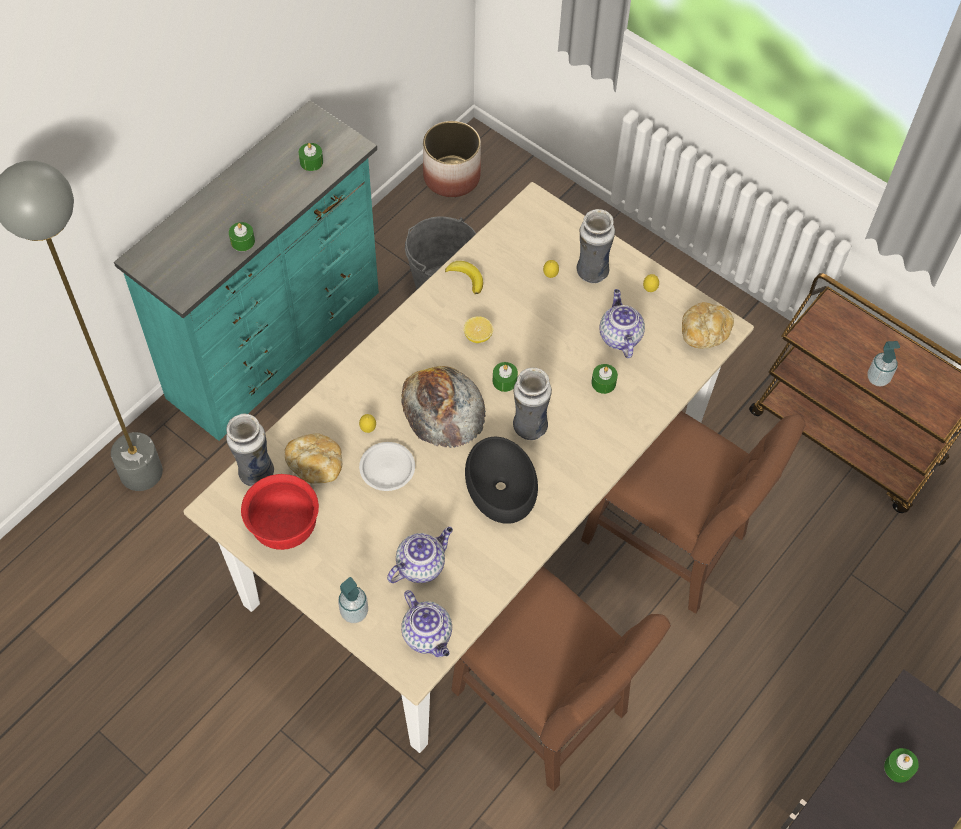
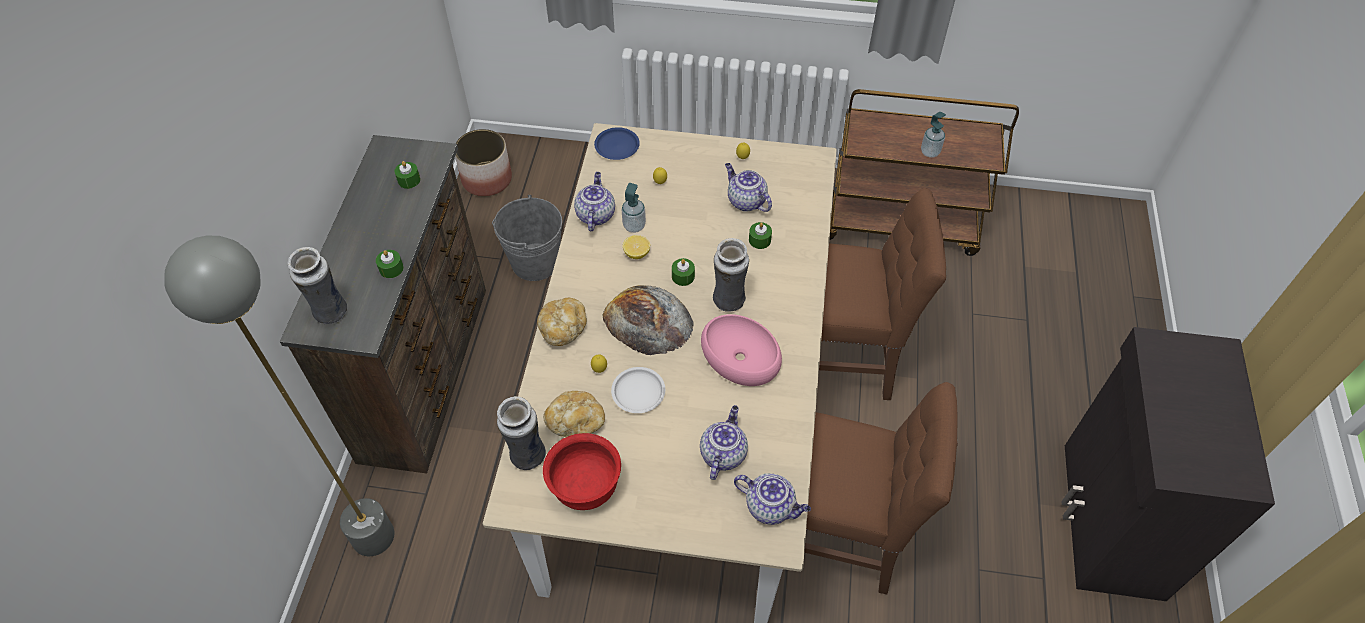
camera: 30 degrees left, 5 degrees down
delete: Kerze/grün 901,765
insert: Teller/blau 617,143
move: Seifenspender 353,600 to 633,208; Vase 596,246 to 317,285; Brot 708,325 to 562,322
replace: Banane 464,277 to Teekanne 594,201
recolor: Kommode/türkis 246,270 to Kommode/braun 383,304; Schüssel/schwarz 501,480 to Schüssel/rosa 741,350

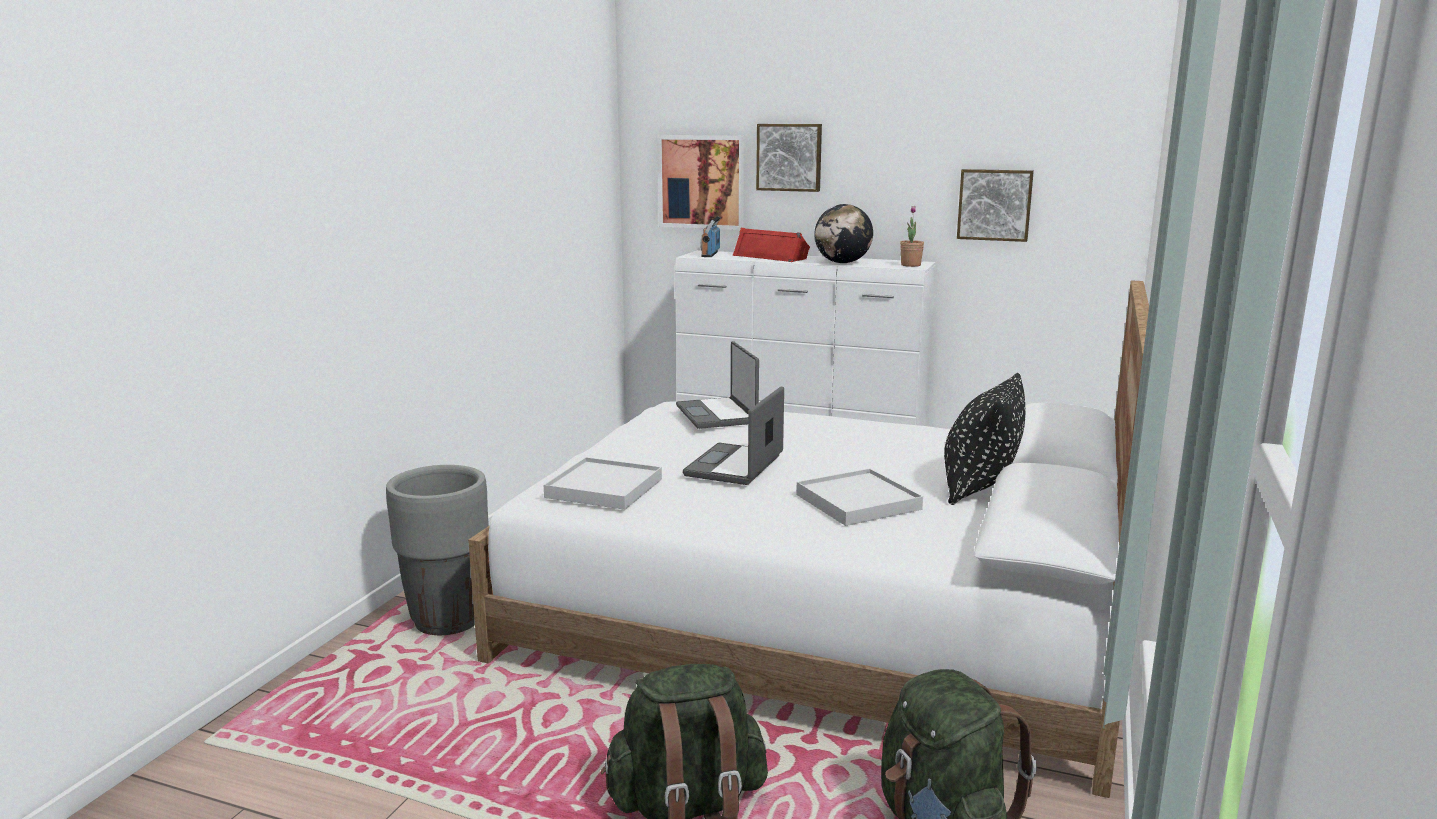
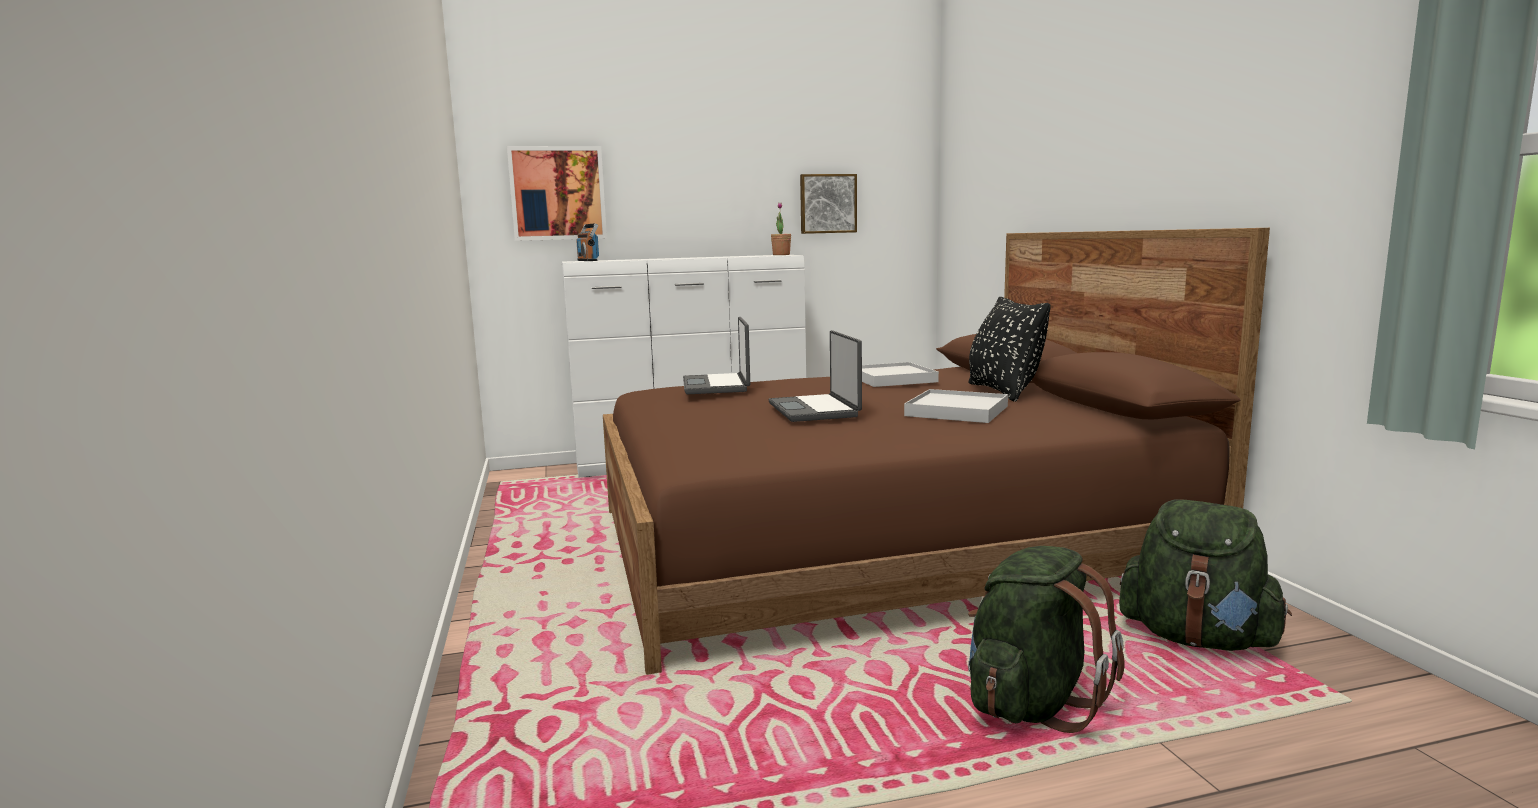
camera: 35 degrees left, 5 degrees down
delete: Pflanzkübel/grau 437,550; Lautsprecher/rot 771,245; Bild 789,158; Globus 843,233
move: Tablett/weiß 603,483 to 900,374
recolor: Bett/weiß 808,539 to Bett/braun 936,451
rotate: Laptop 717,385 = 716,355 45 degrees clockwise

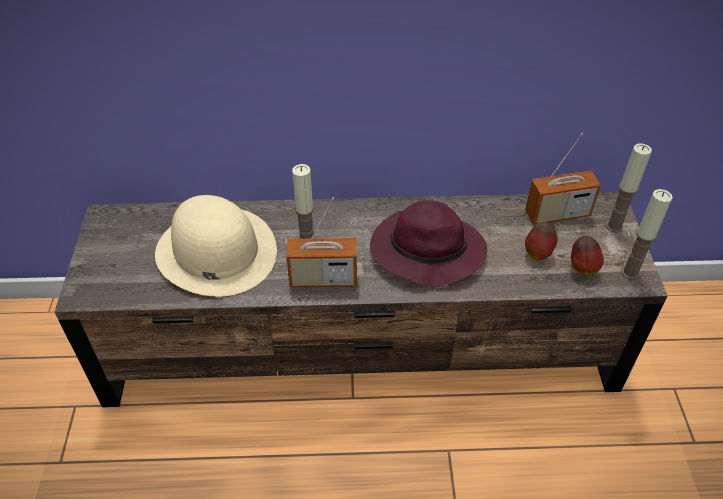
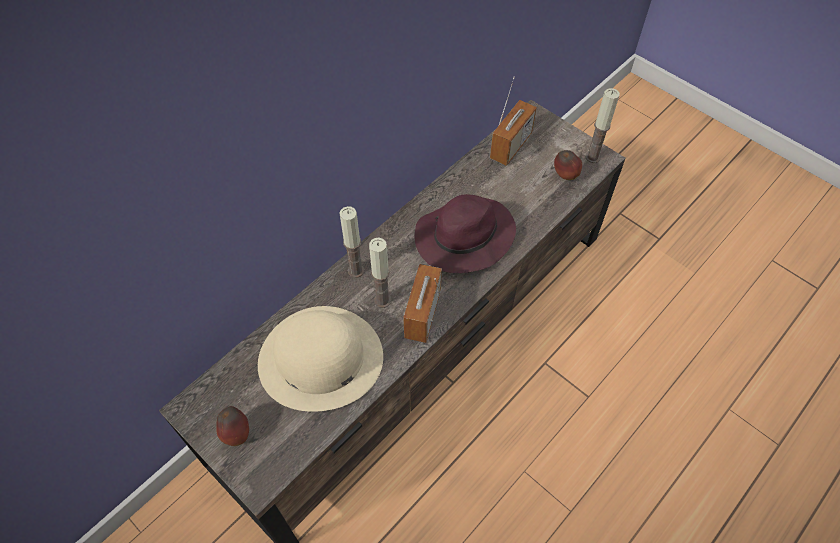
camera: 45 degrees left, 10 degrees up
move: Apfel 541,241 to 232,426; Kerze 629,188 to 352,242
rotate: Radio 321,242 = 422,303 150 degrees clockwise

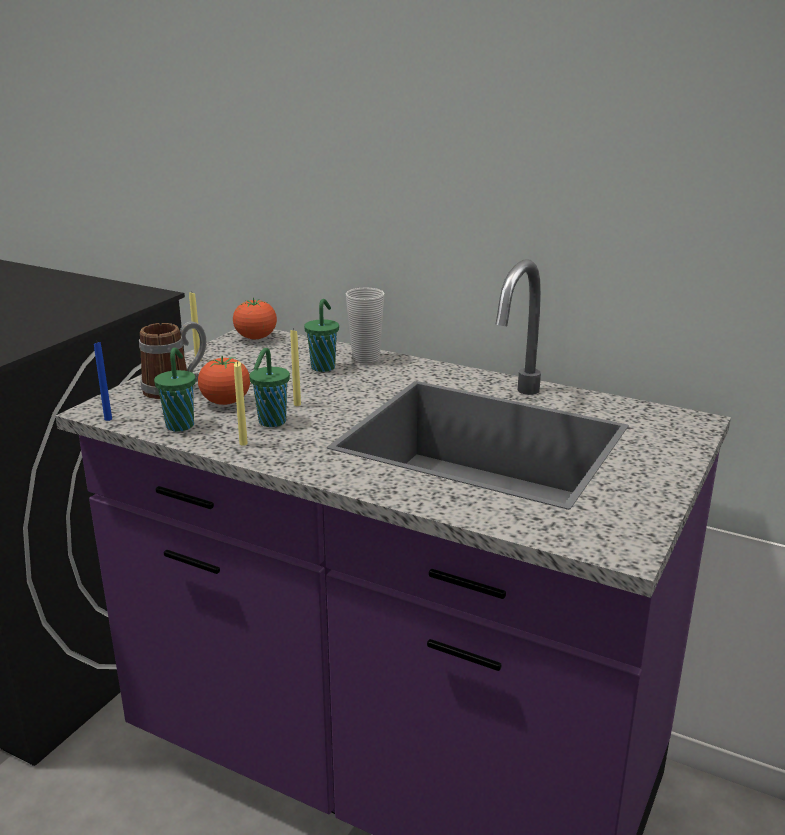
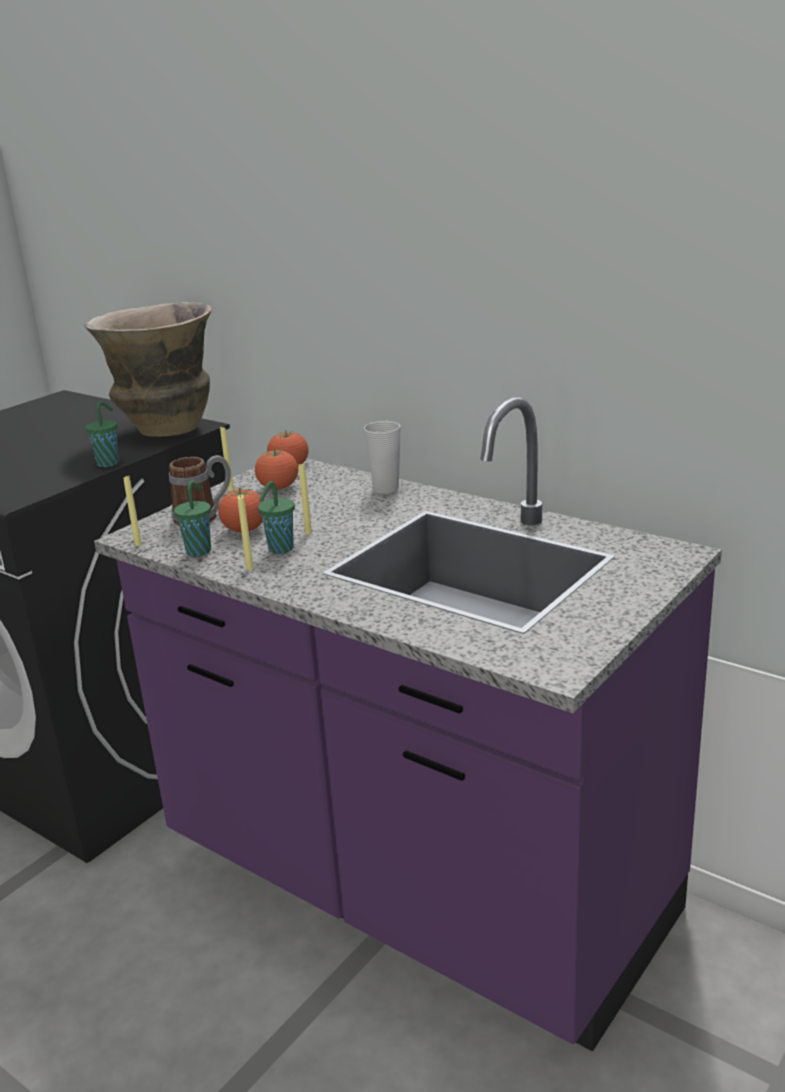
camera: 10 degrees right, 0 degrees up
insert: Vase 148,369; Tomate 276,469
move: Tasse/grün 321,335 to 102,434
recolor: Kerze/blau 103,381 to Kerze/gelb 132,511

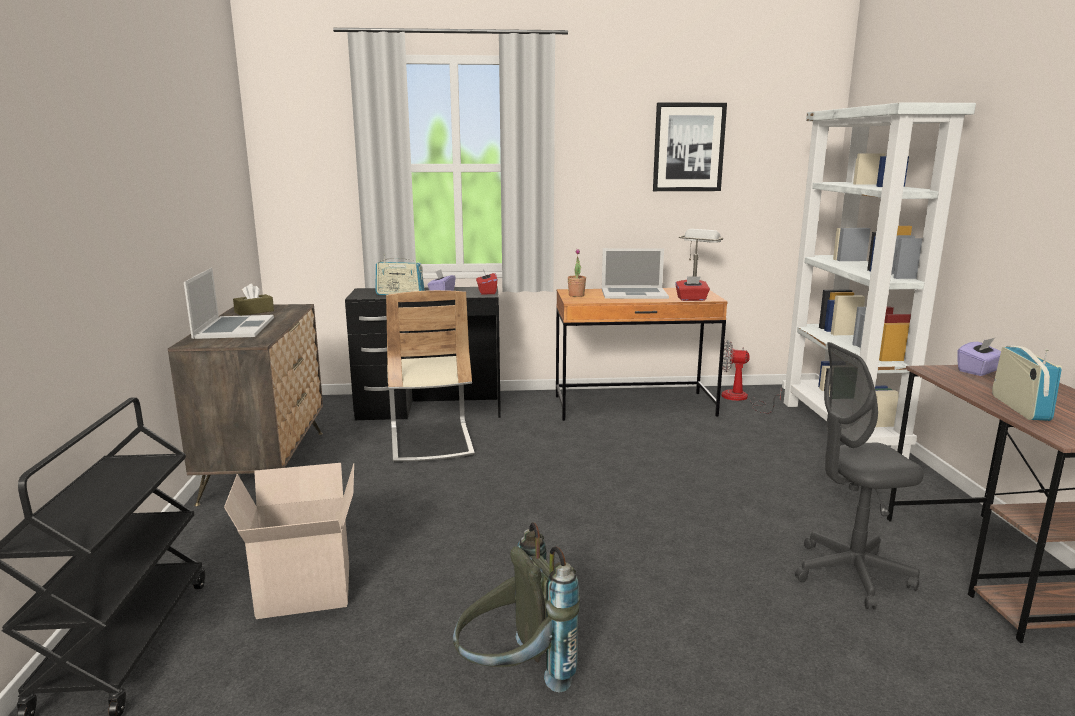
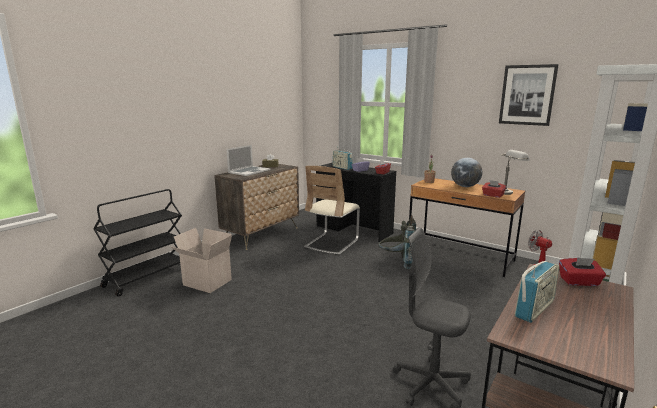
camera: 40 degrees right, 0 degrees up
move: Rucksack/grau 516,607 to 397,242
replace: Laptop 635,273 to Globus 466,172
recolor: Taschentuchbox/lila 979,357 to Taschentuchbox/rot 582,272

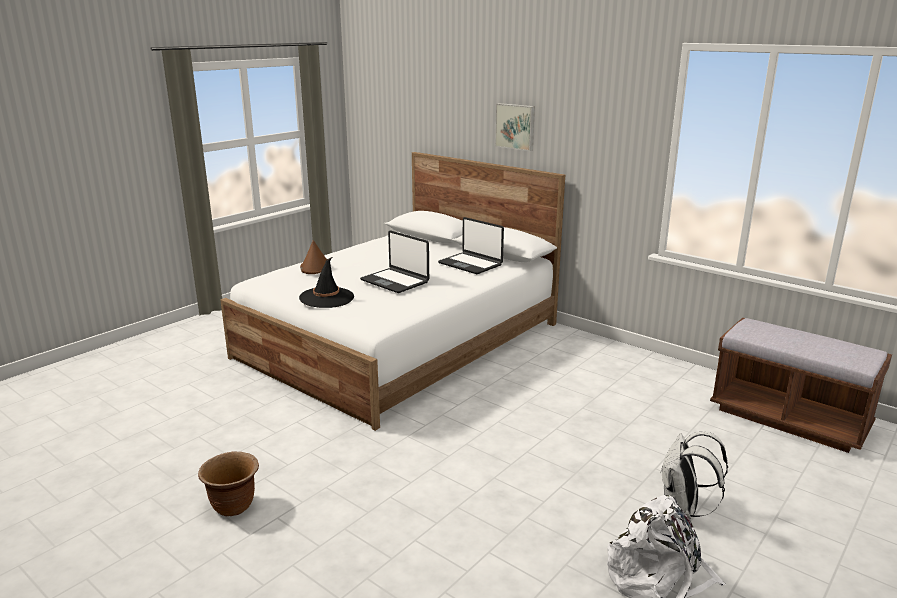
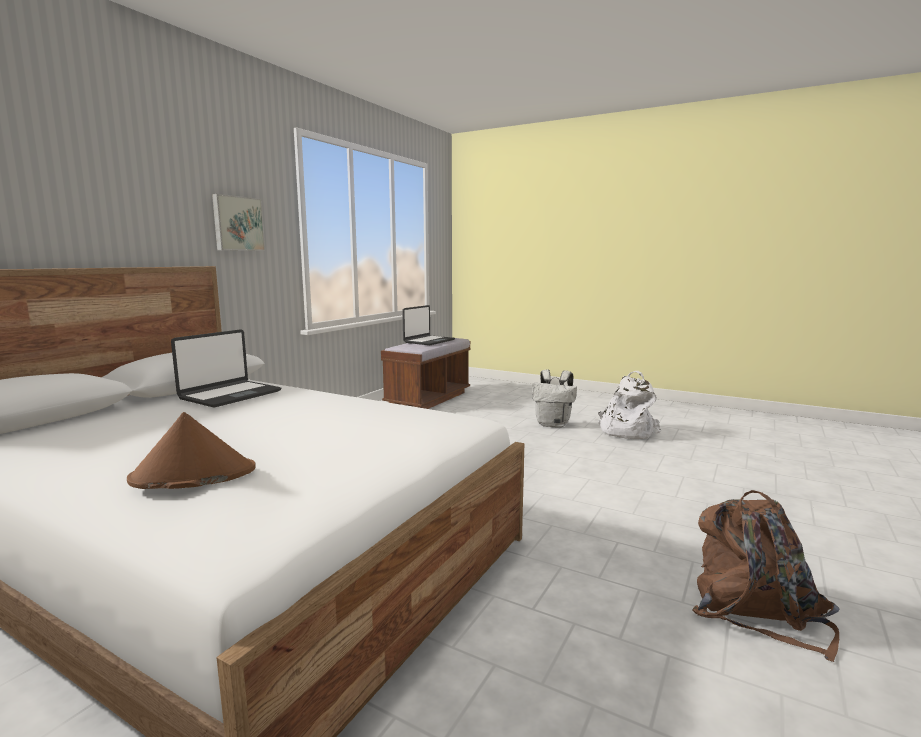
camera: 100 degrees left, 10 degrees down
delete: Hut/schwarz 326,282
move: Laptop 394,261 to 428,325; Bild 515,127 to 238,222
replace: Pflanzkübel/braun 228,484 to Rucksack/braun 766,576

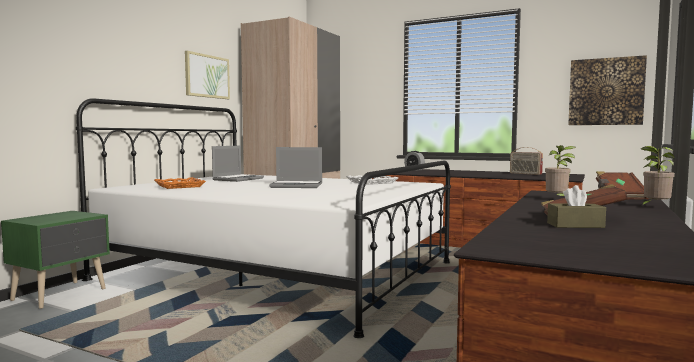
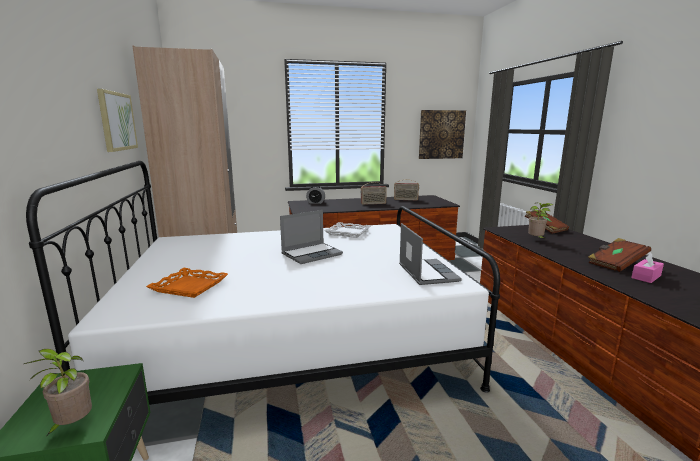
camera: 40 degrees left, 10 degrees up
insert: Radio 374,193
move: Laptop 238,164 to 430,254; Topfpflanze 657,176 to 58,392
recolor: Taschentuchbox/braun 576,206 to Taschentuchbox/rosa 647,267

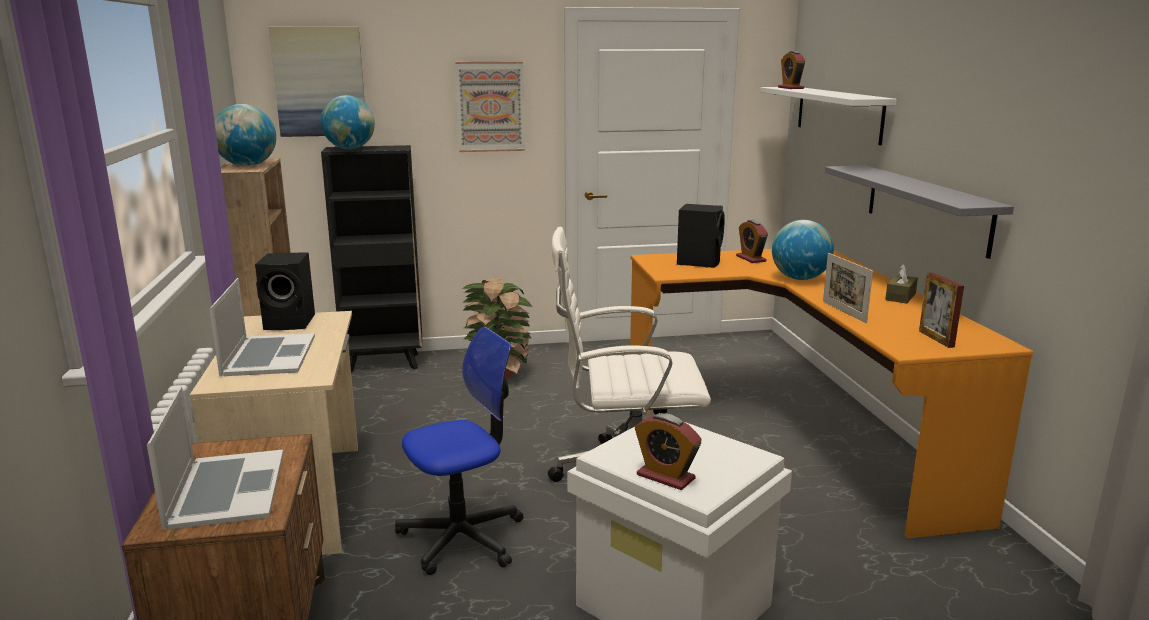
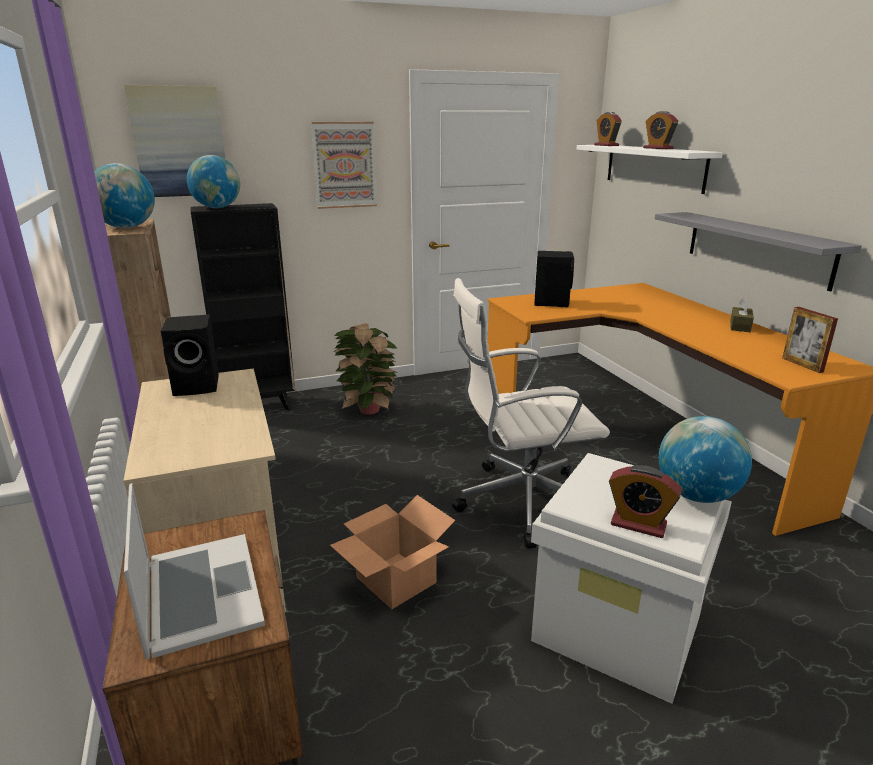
camera: 10 degrees left, 5 degrees up
delete: Laptop 262,327; Bilderrahmen 848,288
move: Wecker 752,241 to 660,130; Globus 803,250 to 705,459
replace: Bürostuhl 459,451 to Karton 392,552

